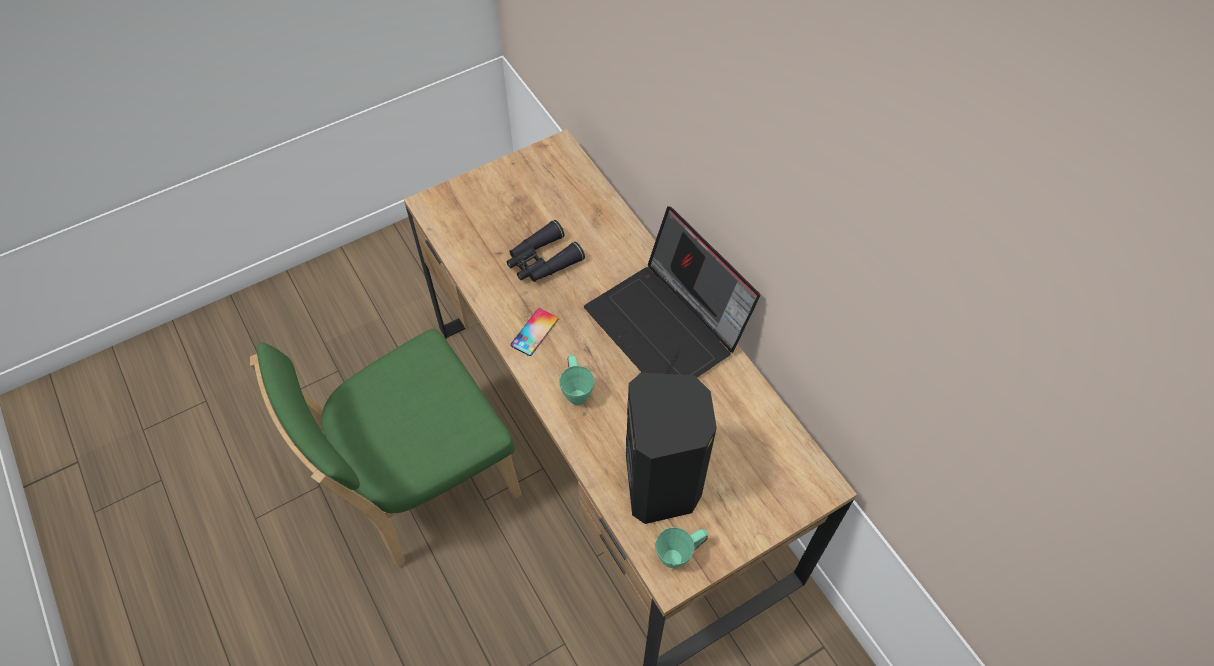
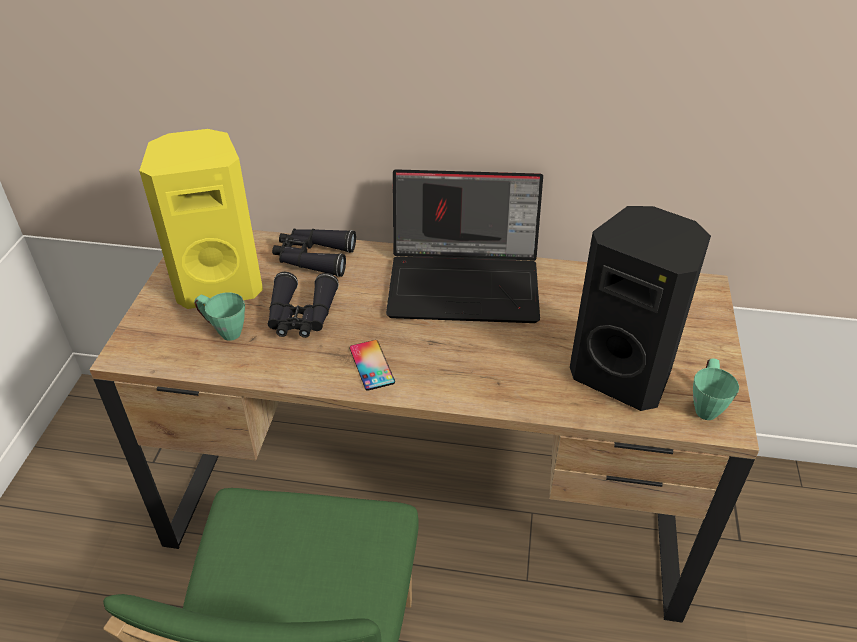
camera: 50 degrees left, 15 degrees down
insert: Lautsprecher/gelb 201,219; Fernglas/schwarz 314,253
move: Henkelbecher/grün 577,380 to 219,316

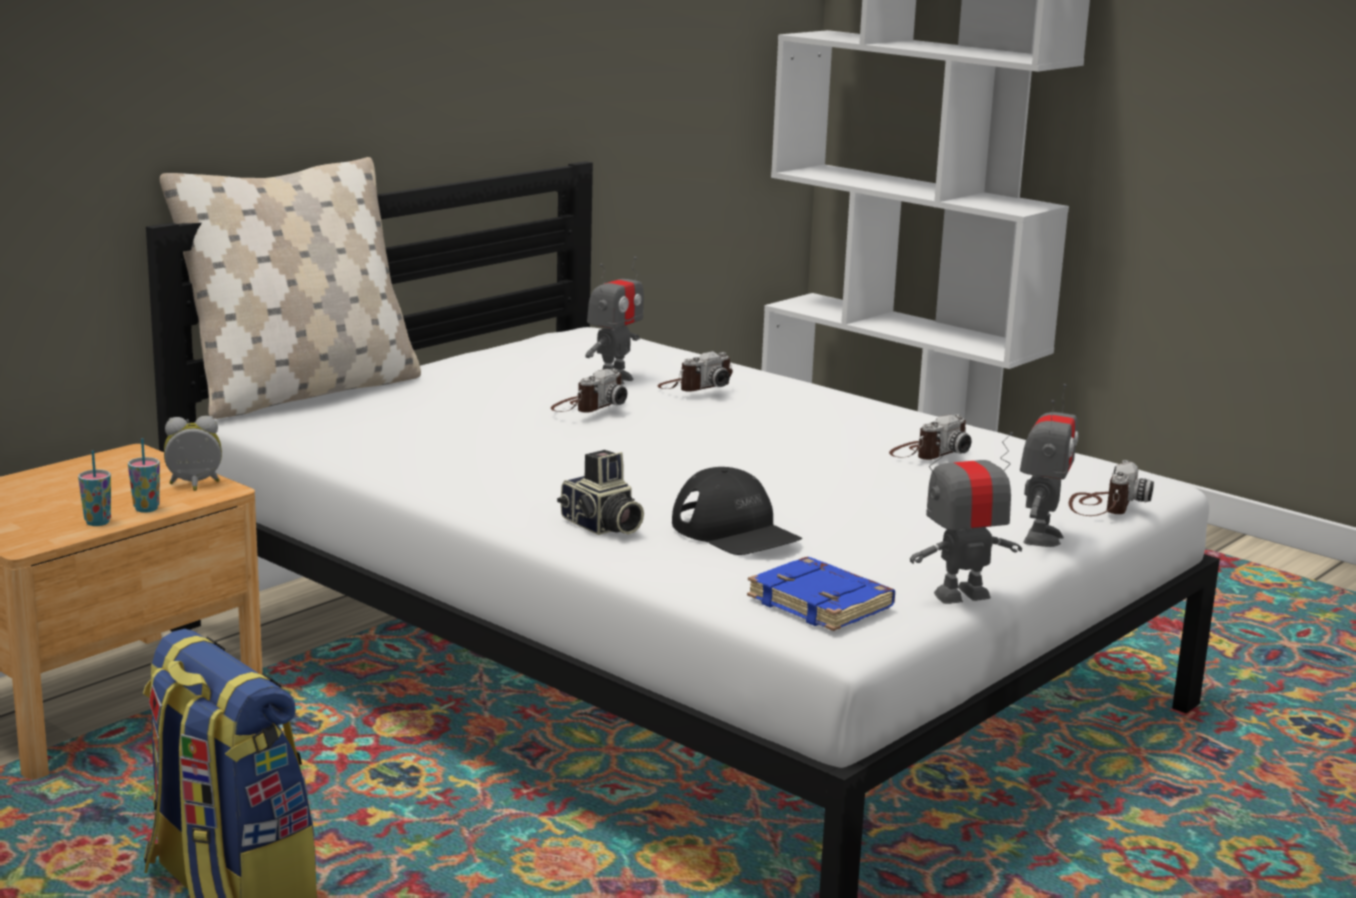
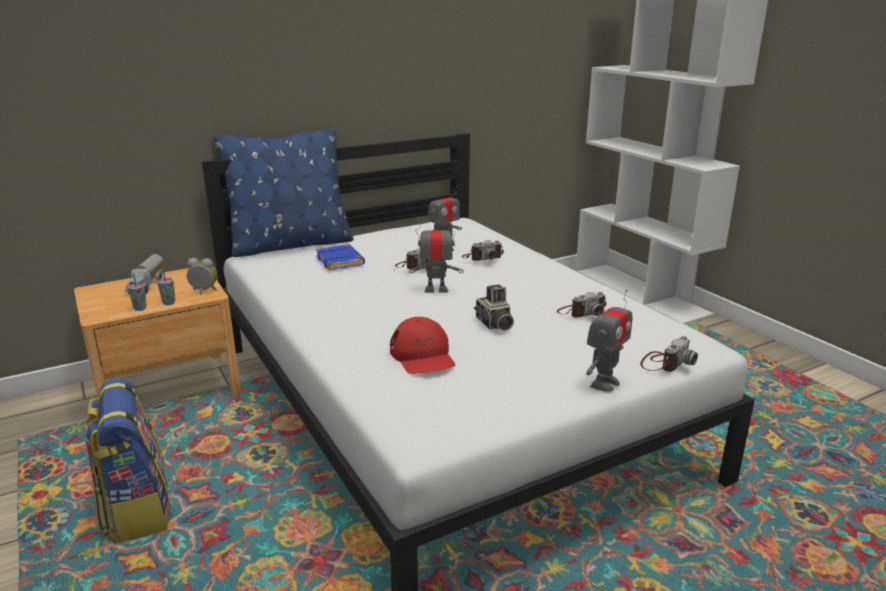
camera: 20 degrees right, 5 degrees up
insert: Spielzeuglaster 145,274
move: Kamera 600,492 to 494,307; Buch/blau 821,594 to 340,257; Spielzeugroboter 966,518 to 436,255
recolor: Kissen/beige 290,288 to Kissen/blau 284,193; Kappe/schwarz 737,511 to Kappe/rot 422,345

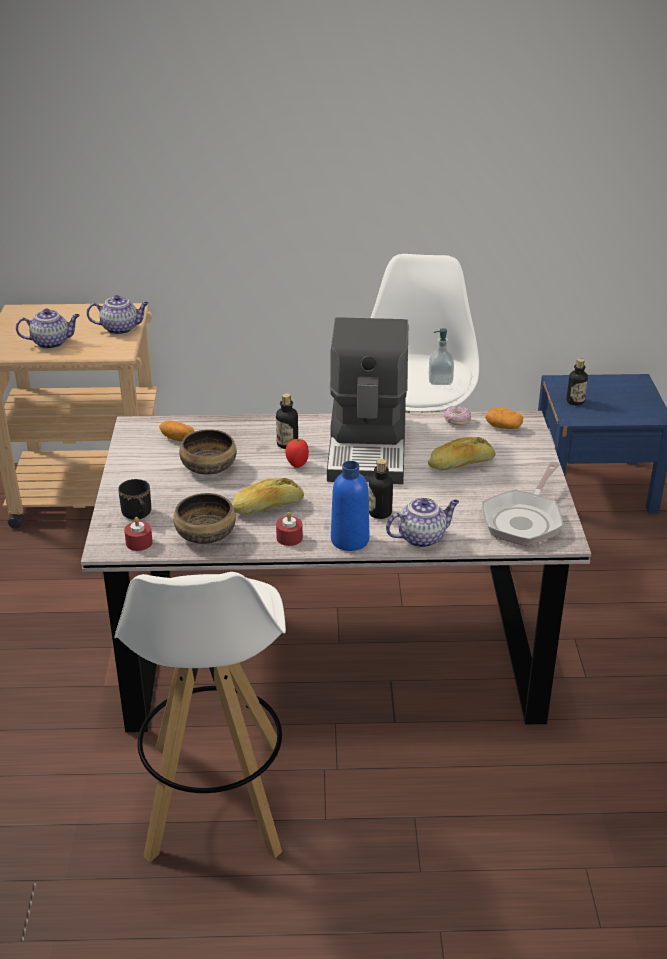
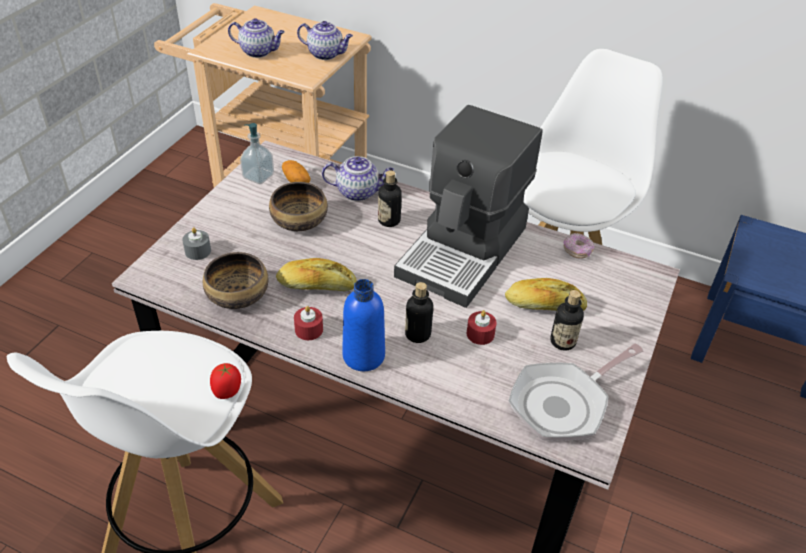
camera: 25 degrees right, 10 degrees up
delete: Kartoffel 504,418
move: Kerze/rot 138,534 to 482,327; Tomate 297,453 to 225,381; Teekanne 422,523 to 358,178; Seifenspender 441,356 to 257,153; Flasche 577,381 to 567,320
replace: Henkelbecher/schwarz 134,499 to Kerze/grau 196,243

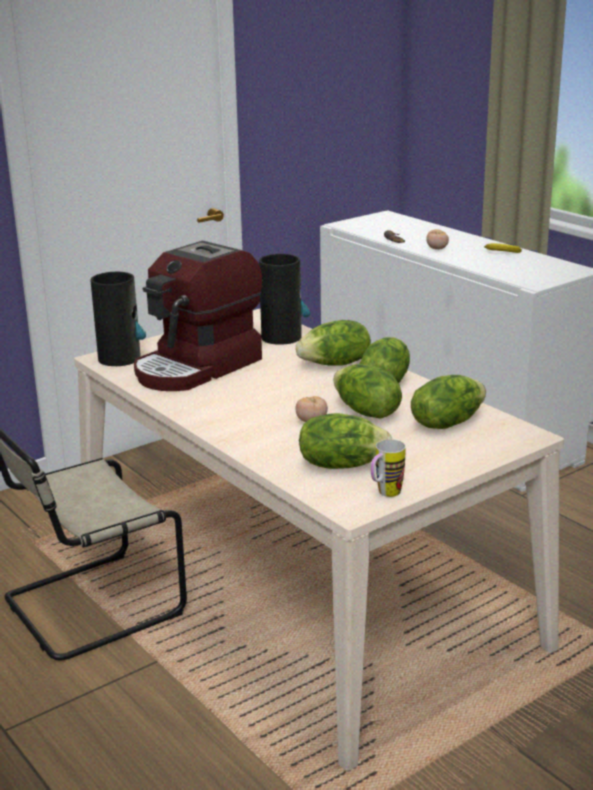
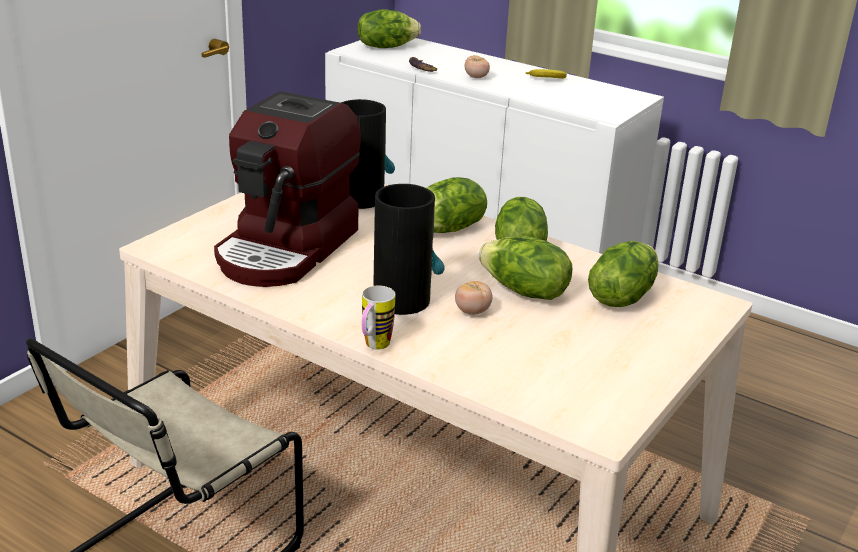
camera: 20 degrees left, 5 degrees up
move: Vase 118,319 to 409,249; Salatkopf 345,441 to 389,28; Henkelbecher 388,468 to 378,318

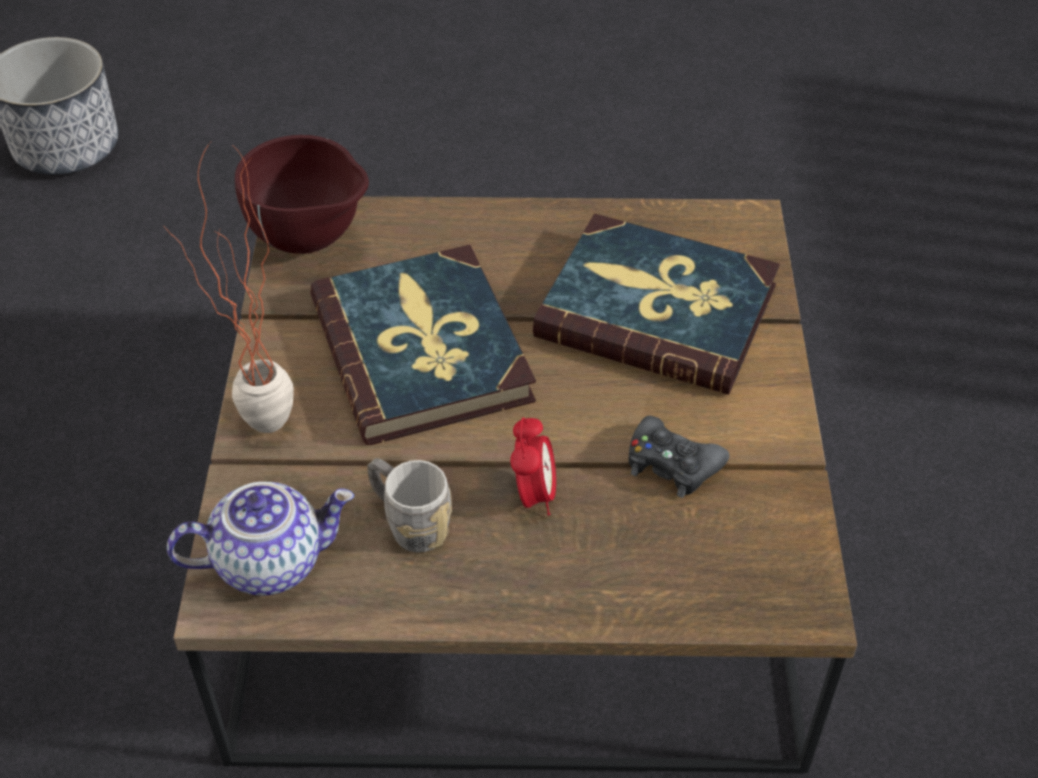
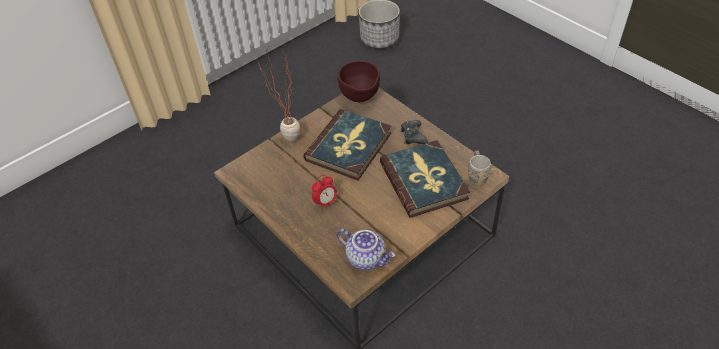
camera: 50 degrees right, 0 degrees up
move: Teekanne 260,539 to 365,249; Henkelbecher/grau 409,505 to 479,168; Gamepad/schwarz 679,457 to 414,132

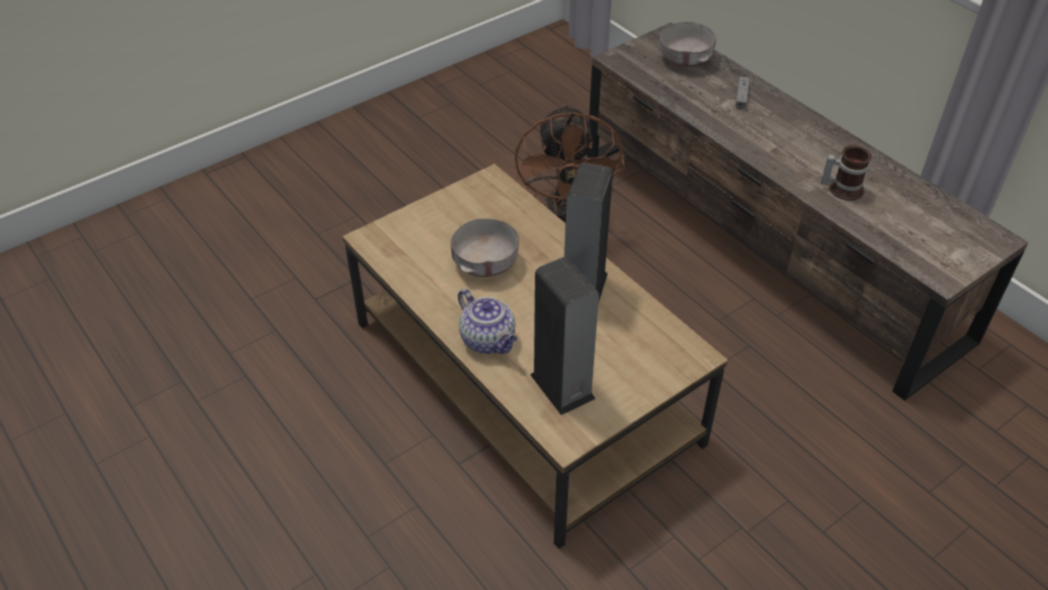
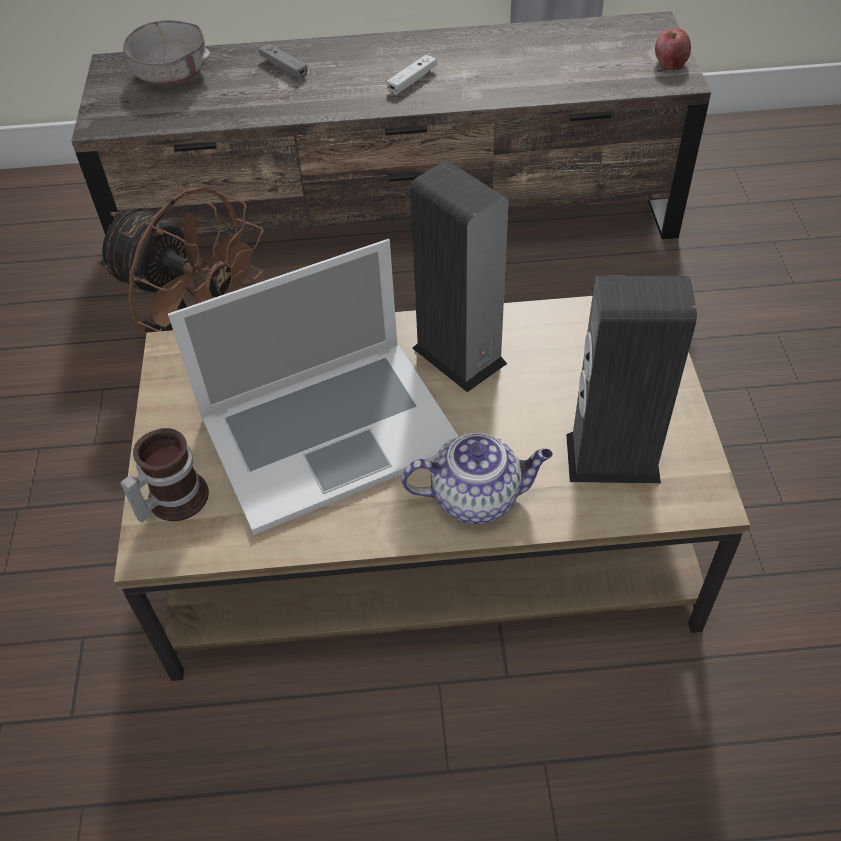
camera: 55 degrees left, 5 degrees up
insert: Gamepad/weiß 412,74; Apfel 673,49
move: Henkelbecher 846,173 to 164,475
replace: Schüssel/grau 485,247 to Laptop 313,387

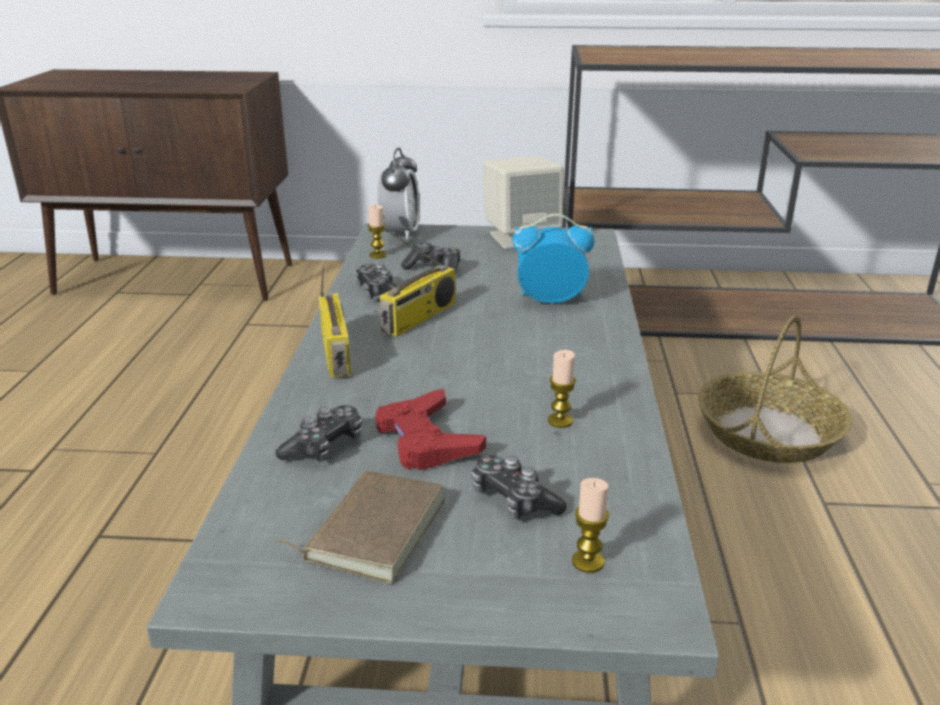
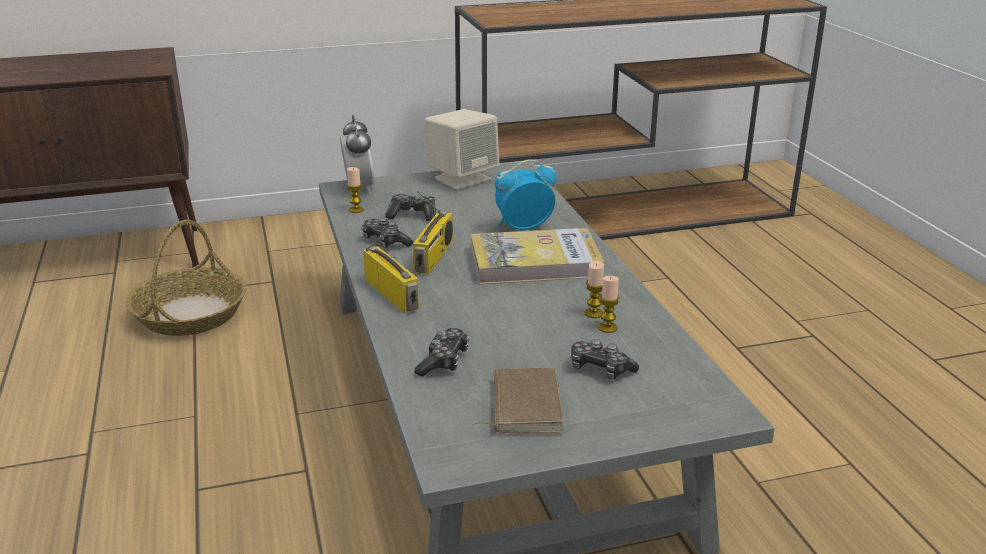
camera: 20 degrees left, 0 degrees up
delete: Gamepad/rot 430,429
insert: Buch 538,256
move: Kerze 590,525 to 609,304; Korb 775,389 to 186,278

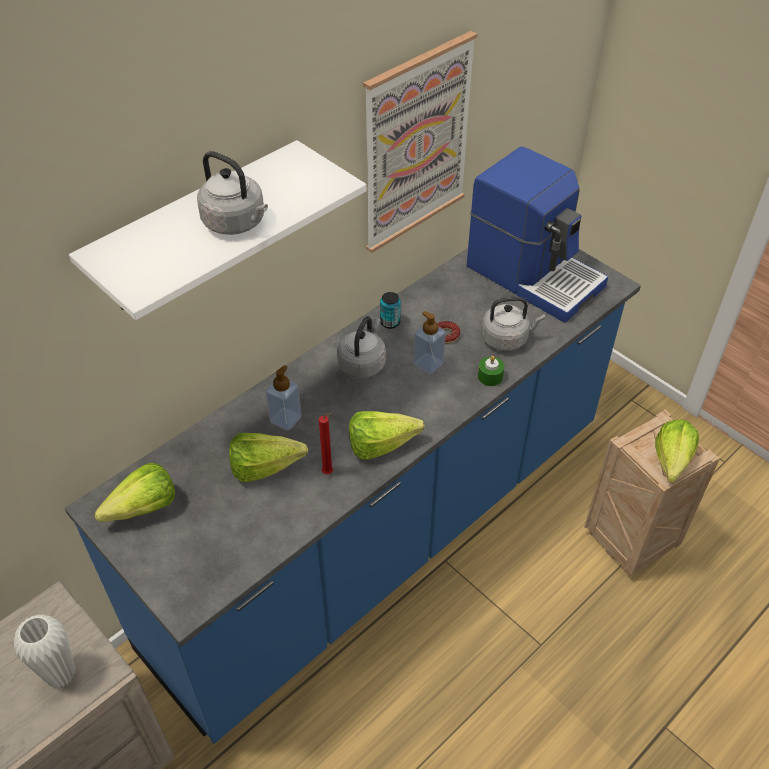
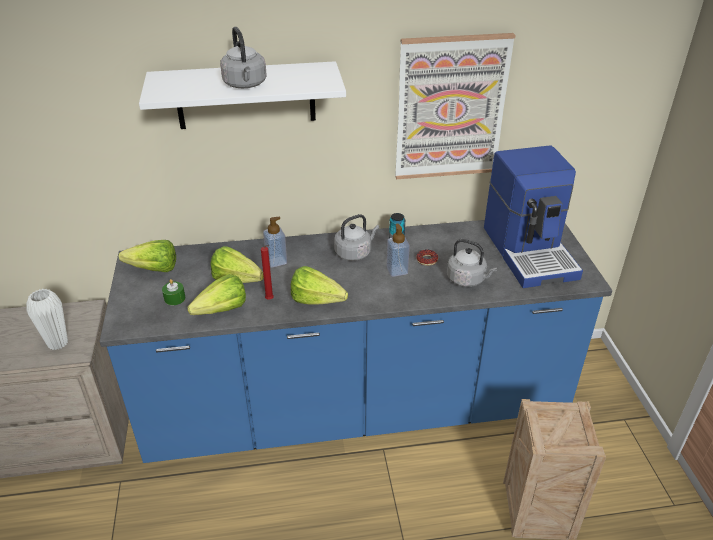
camera: 35 degrees right, 10 degrees down
move: Kerze/grün 491,371 to 173,292; Salatkopf 677,451 to 217,294

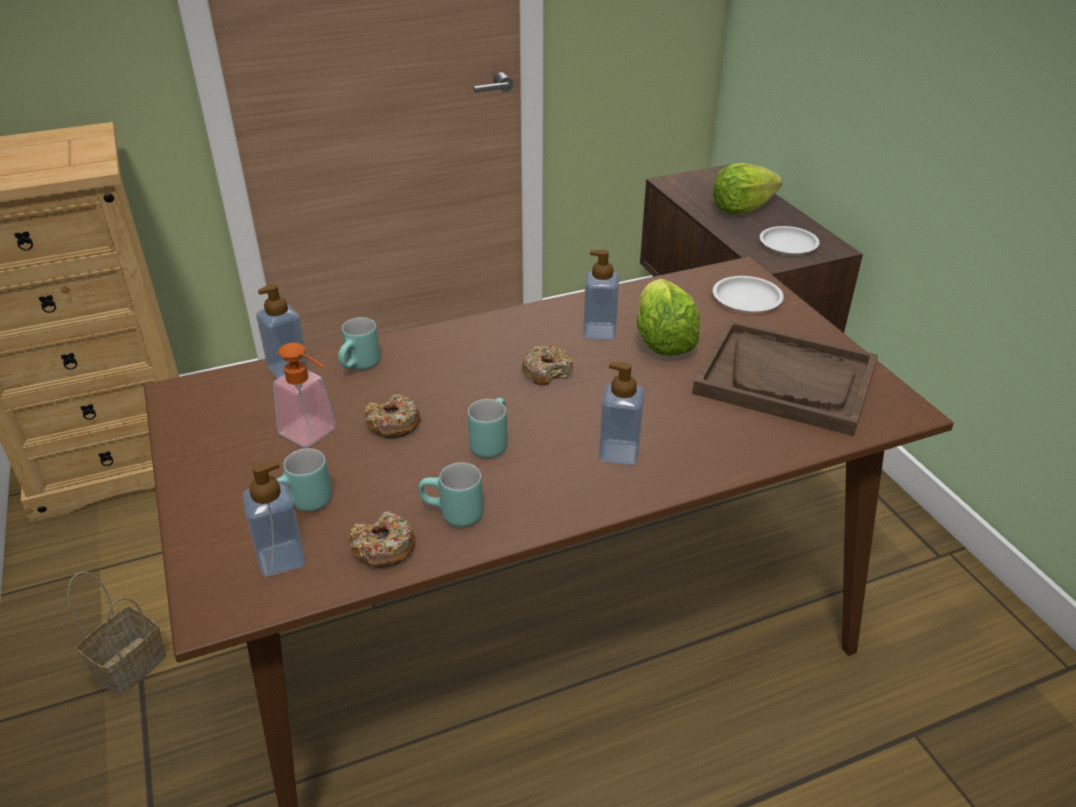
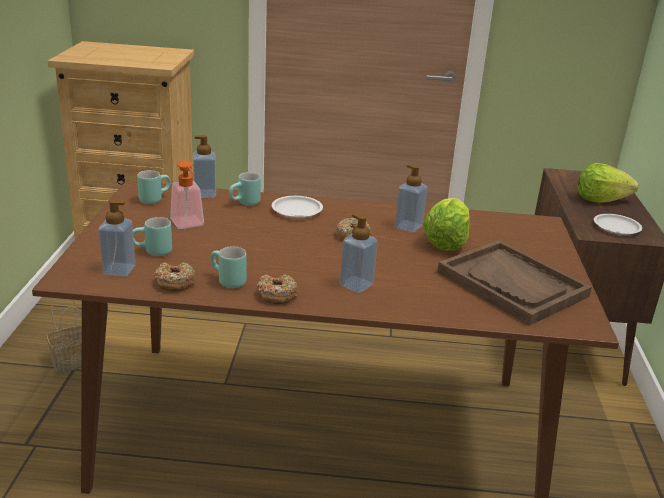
camera: 25 degrees right, 10 degrees down
move: Donut 393,416 to 277,289; Henkelbecher/türkis 487,428 to 154,187; Teller/weiß 748,294 to 297,207

